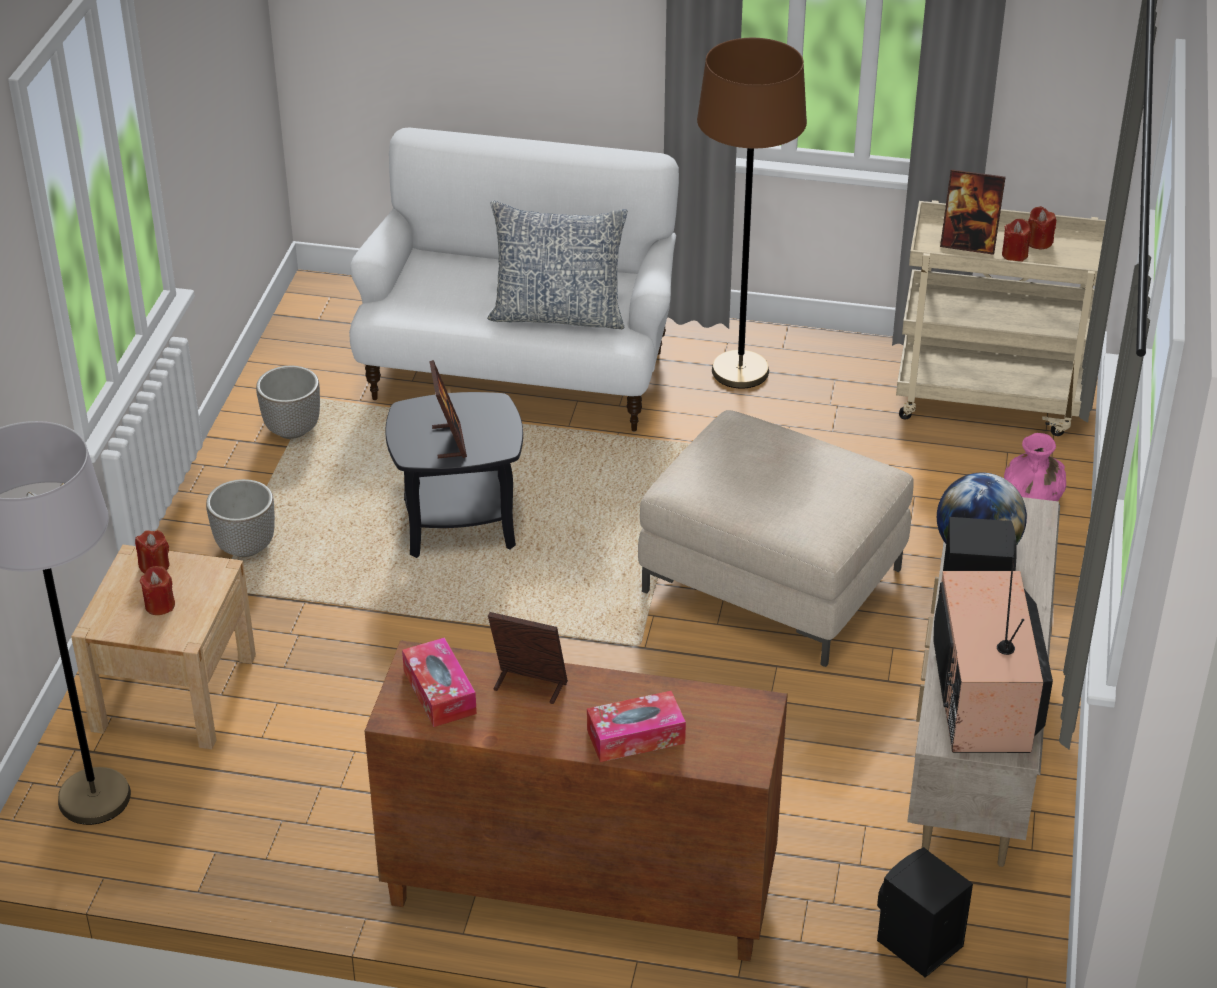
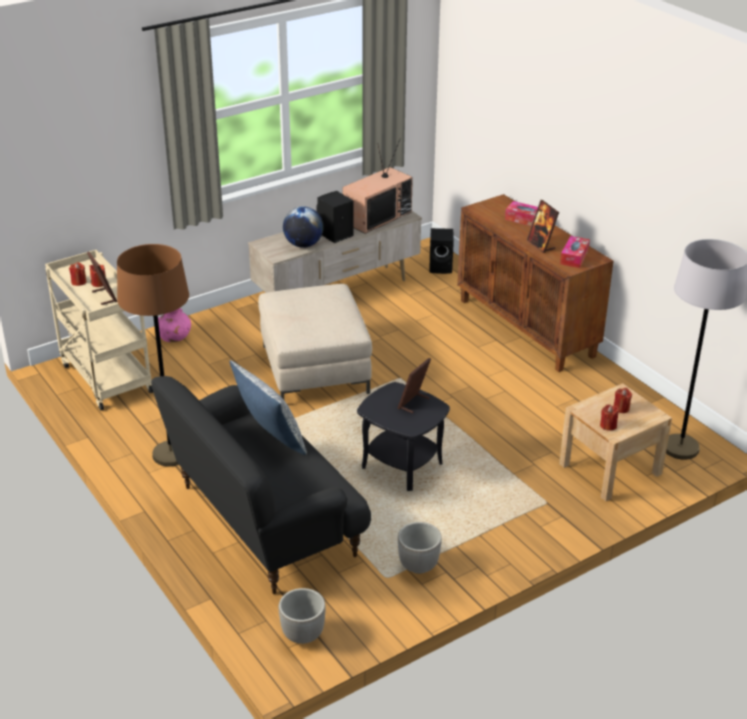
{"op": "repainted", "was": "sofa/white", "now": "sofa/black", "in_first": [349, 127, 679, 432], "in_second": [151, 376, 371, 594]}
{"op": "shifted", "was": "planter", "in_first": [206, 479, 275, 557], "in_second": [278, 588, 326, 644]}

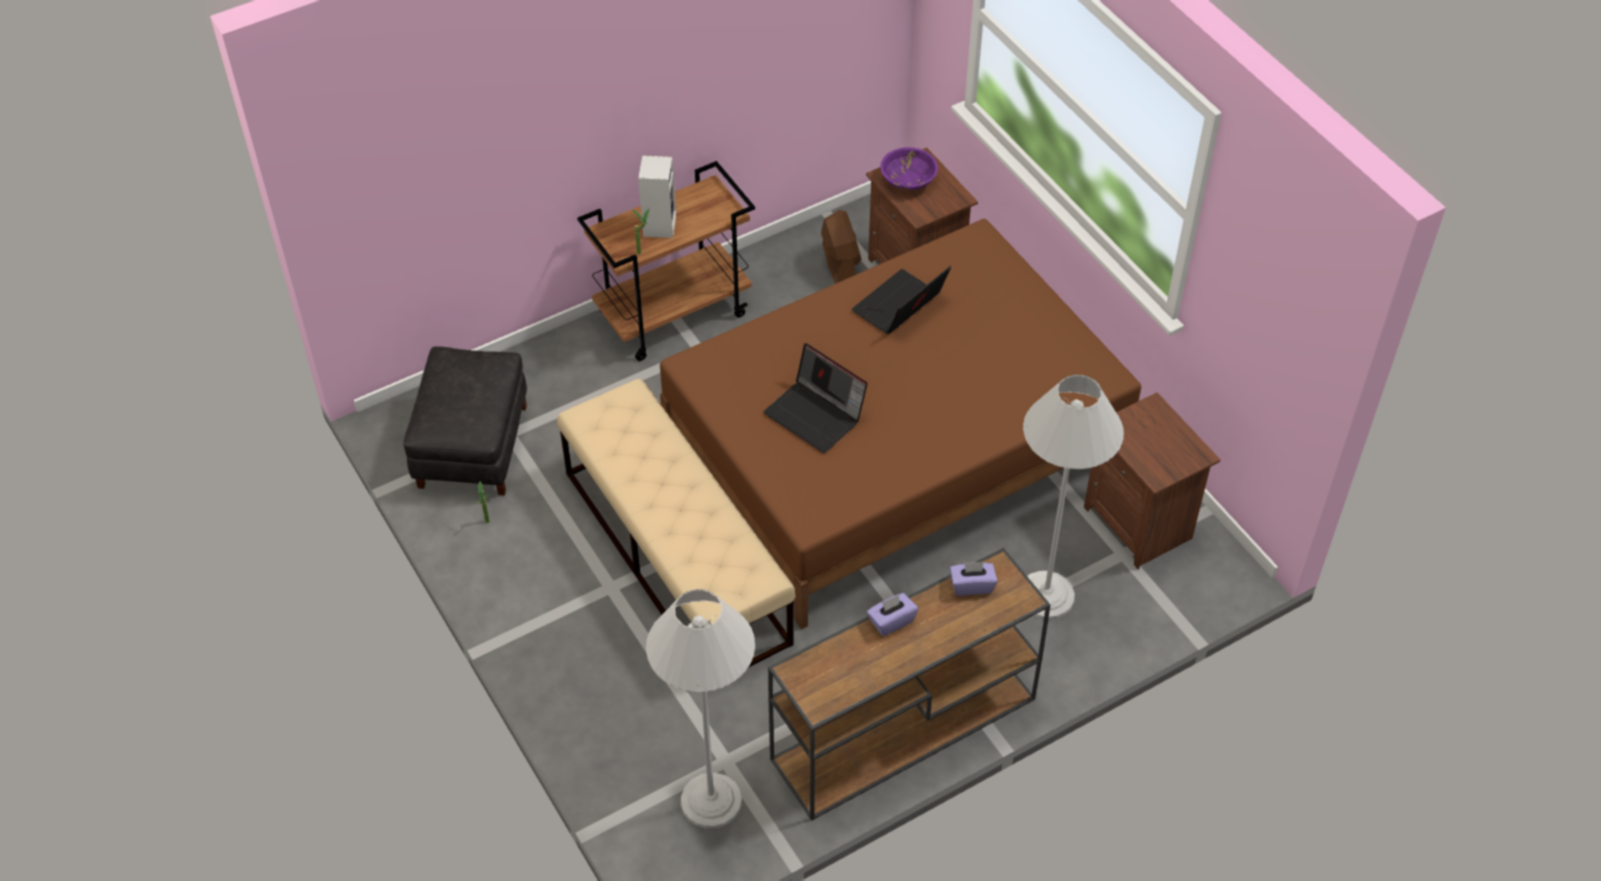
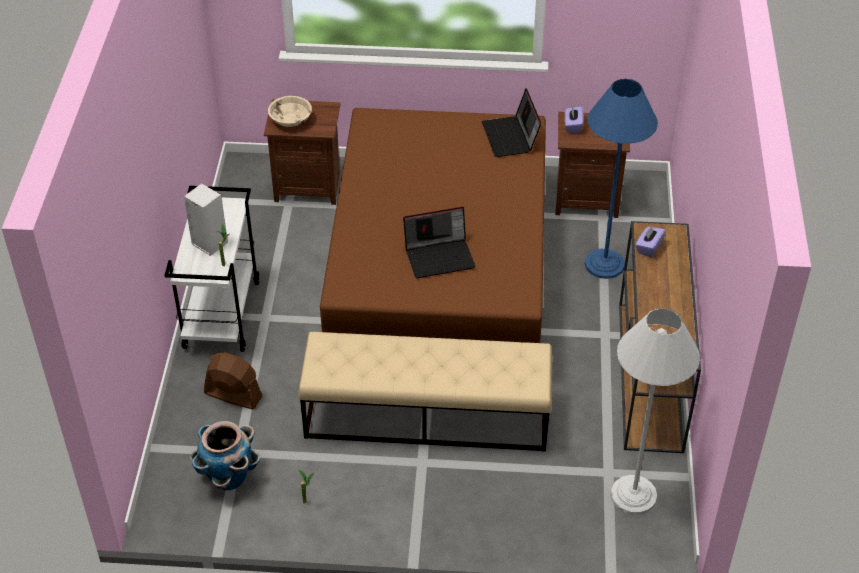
{"op": "repainted", "was": "cart/brown", "now": "cart/white", "in_first": [577, 161, 755, 361], "in_second": [164, 186, 259, 352]}
{"op": "swapped", "was": "ottoman/black", "now": "planter", "in_first": [403, 346, 527, 495], "in_second": [190, 421, 260, 490]}
{"op": "shifted", "was": "fan/brown", "in_first": [821, 210, 862, 284], "in_second": [204, 352, 262, 409]}
{"op": "repainted", "was": "bowl/purple", "now": "bowl/beige", "in_first": [880, 147, 938, 190], "in_second": [268, 96, 312, 127]}
{"op": "shifted", "was": "laptop", "in_first": [852, 266, 951, 334], "in_second": [482, 88, 541, 157]}
{"op": "shifted", "was": "tissue box/purple", "in_first": [867, 593, 918, 636], "in_second": [565, 106, 584, 133]}
{"op": "repainted", "was": "floor lamp/white", "now": "floor lamp/blue", "in_first": [1023, 375, 1124, 620], "in_second": [585, 79, 658, 279]}

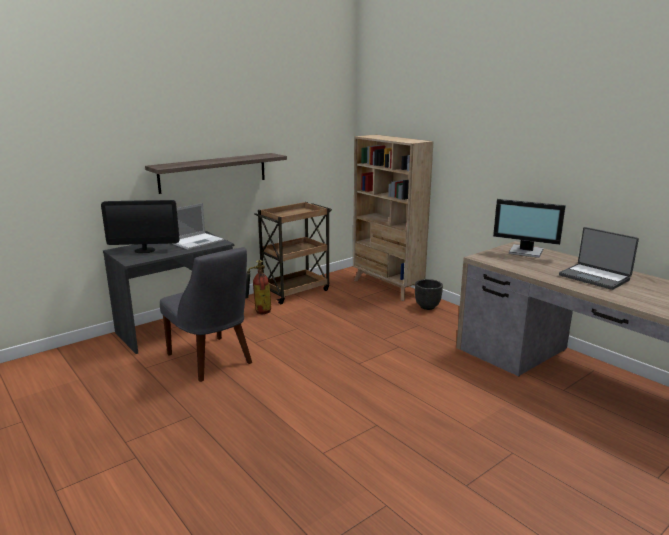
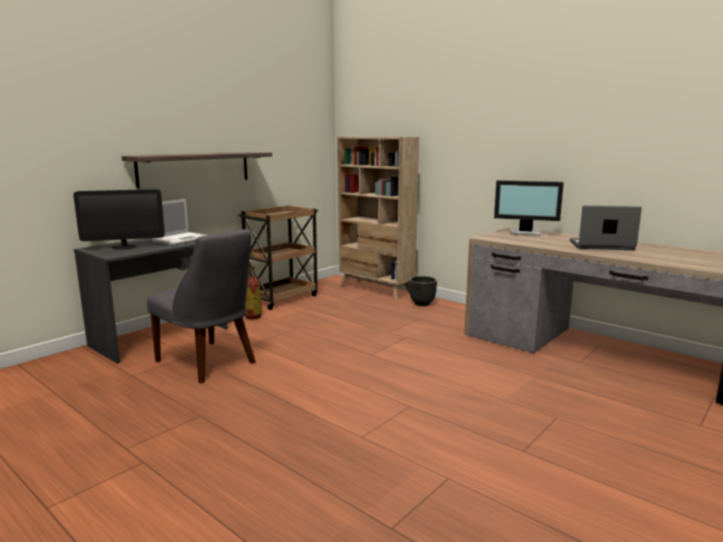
{"op": "rotated", "was": "laptop", "in_first": [559, 227, 639, 290], "in_second": [570, 205, 642, 250], "clockwise": 150}

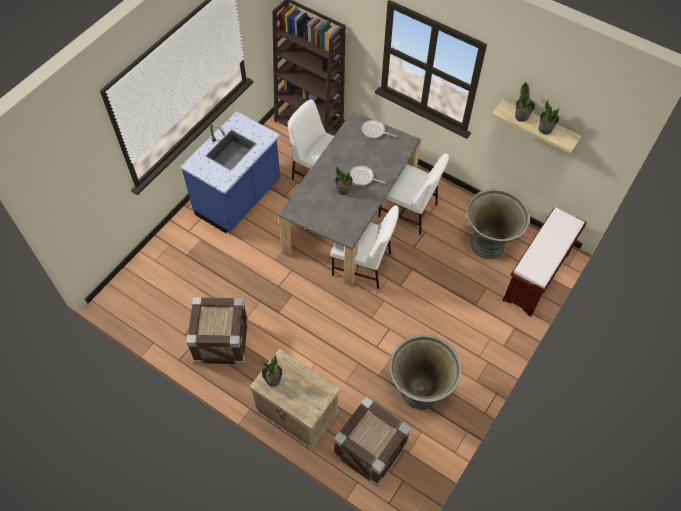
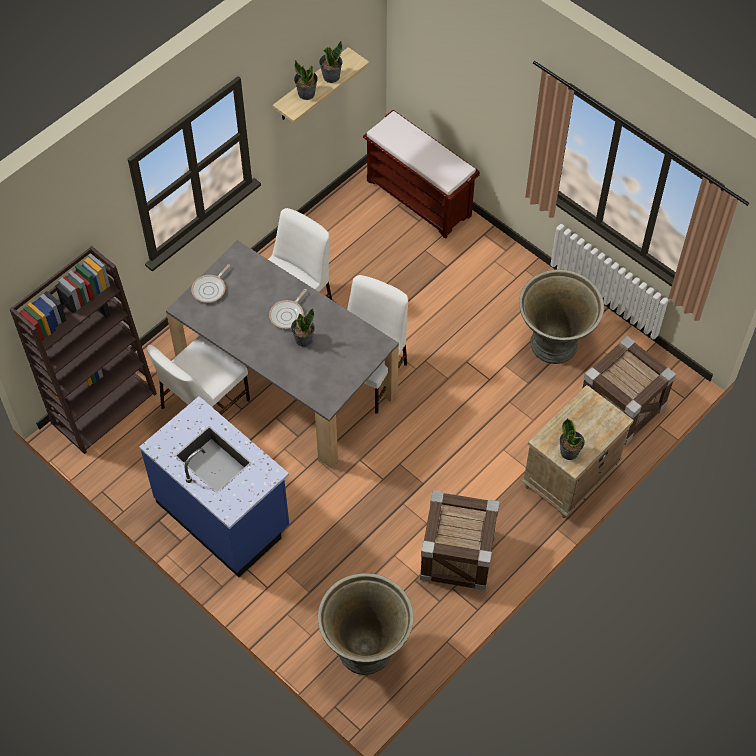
{"op": "shifted", "was": "planter/grey", "in_first": [466, 189, 530, 259], "in_second": [318, 573, 414, 675]}

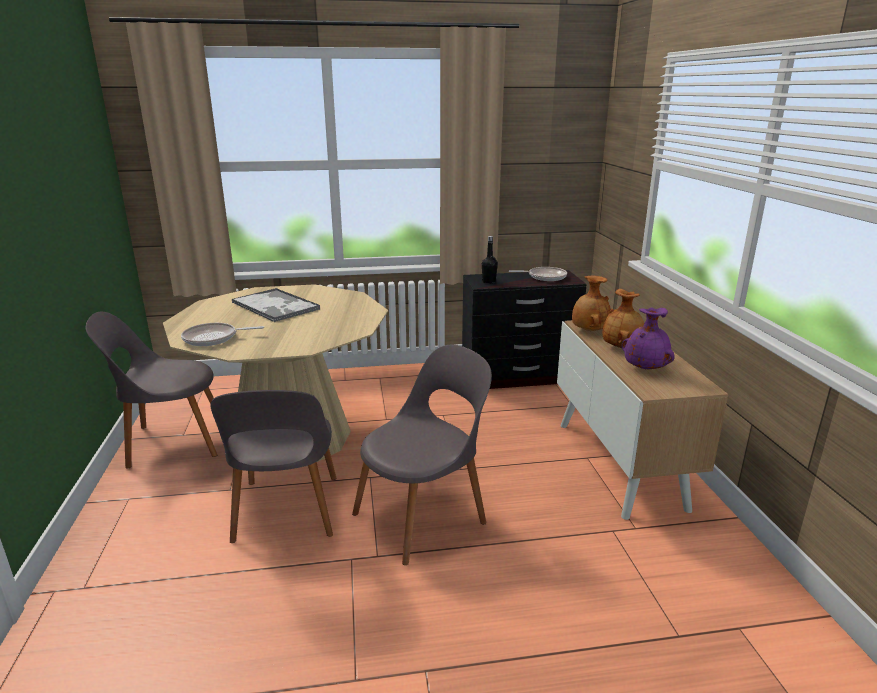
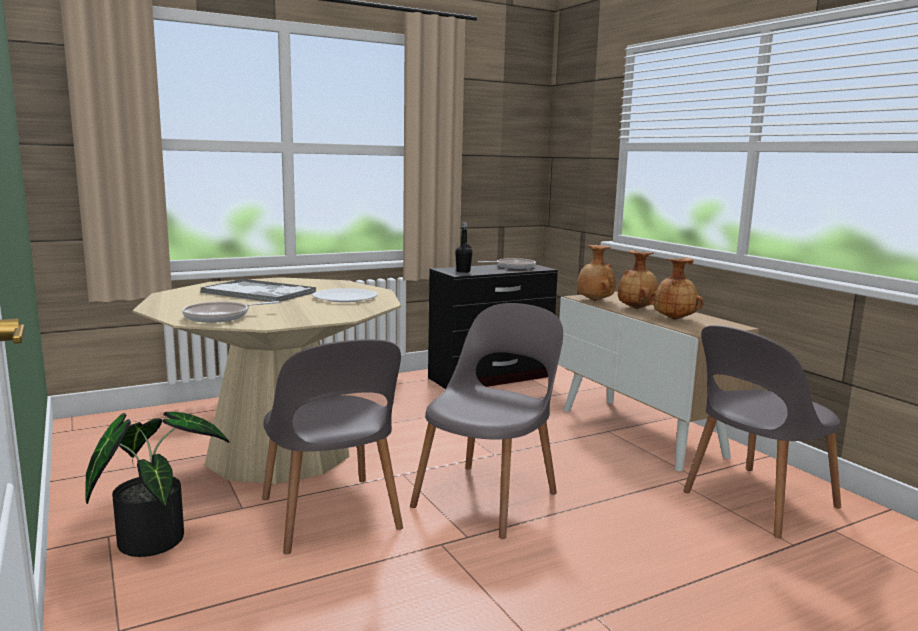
{"op": "new", "now": "potted plant", "in_second": [85, 412, 230, 557]}
{"op": "new", "now": "plate/white", "in_second": [312, 288, 377, 302]}
{"op": "repainted", "was": "vase/purple", "now": "vase/brown", "in_first": [622, 307, 675, 369], "in_second": [649, 257, 704, 320]}
{"op": "shifted", "was": "chair/grey", "in_first": [86, 312, 217, 469], "in_second": [683, 325, 841, 538]}

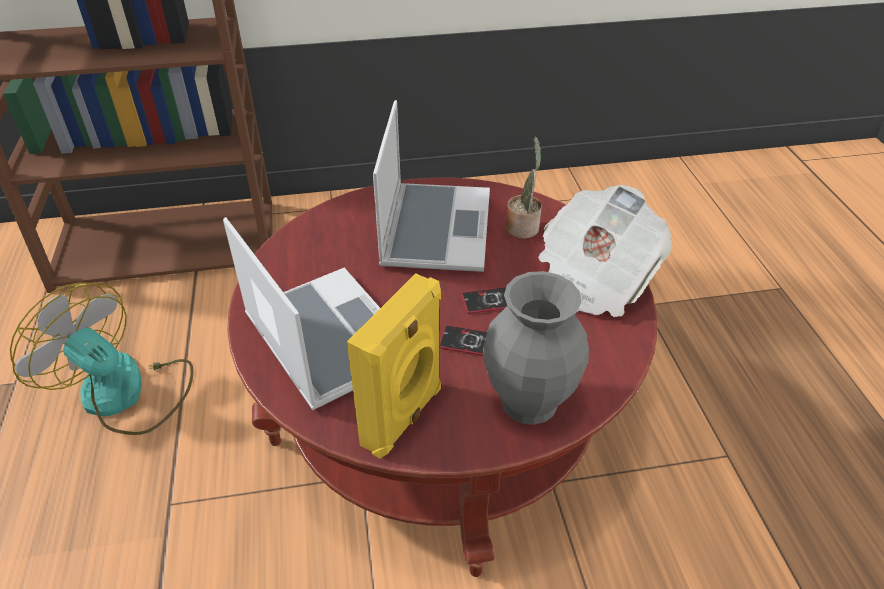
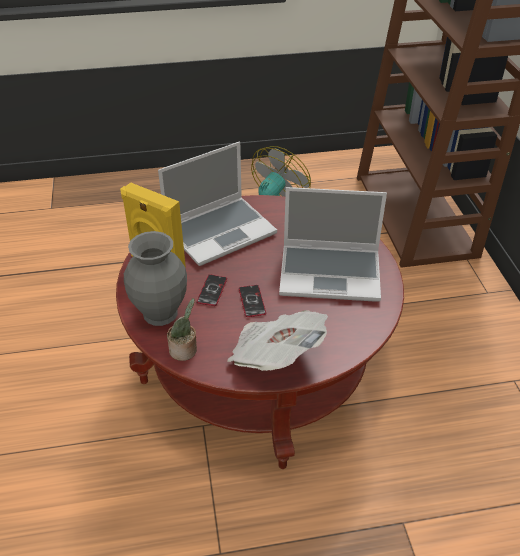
{"op": "shifted", "was": "potted plant", "in_first": [506, 136, 542, 238], "in_second": [167, 298, 197, 361]}

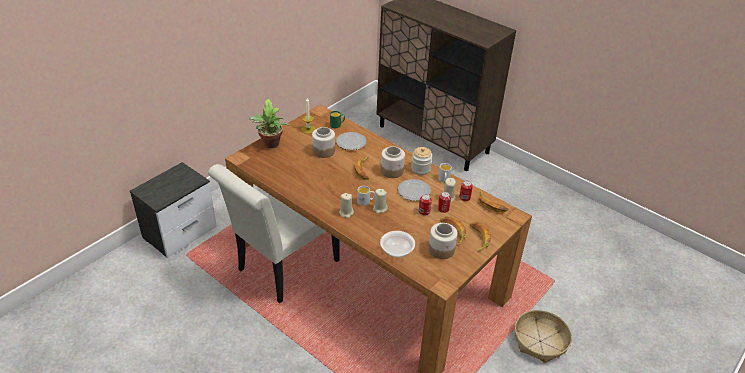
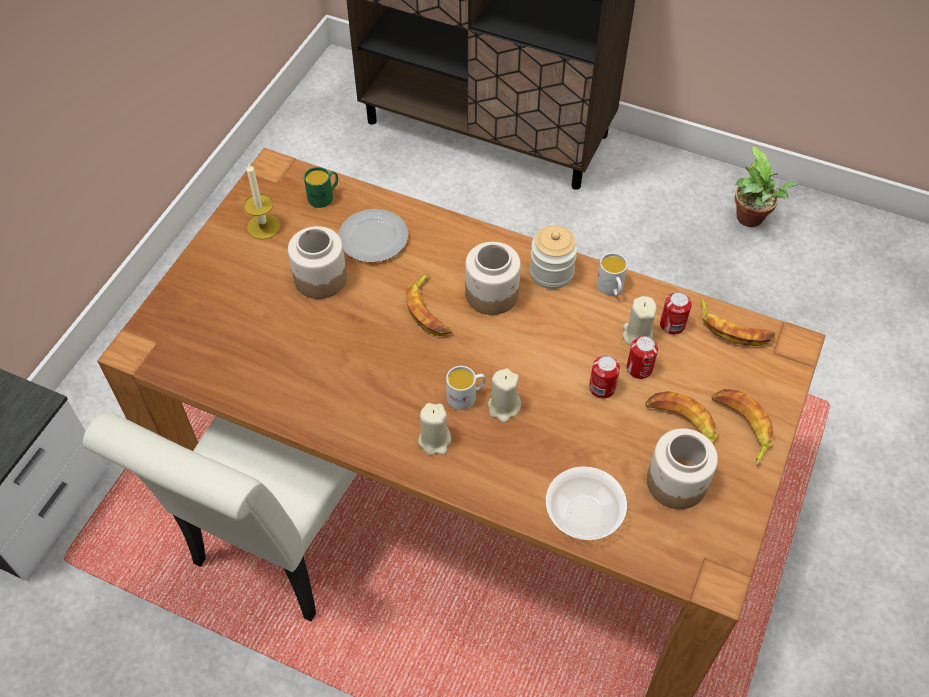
{"op": "shifted", "was": "potted plant", "in_first": [249, 99, 290, 148], "in_second": [735, 146, 798, 227]}
{"op": "gone", "was": "plate", "in_first": [398, 179, 431, 201]}
{"op": "gone", "was": "basket", "in_first": [515, 310, 572, 363]}

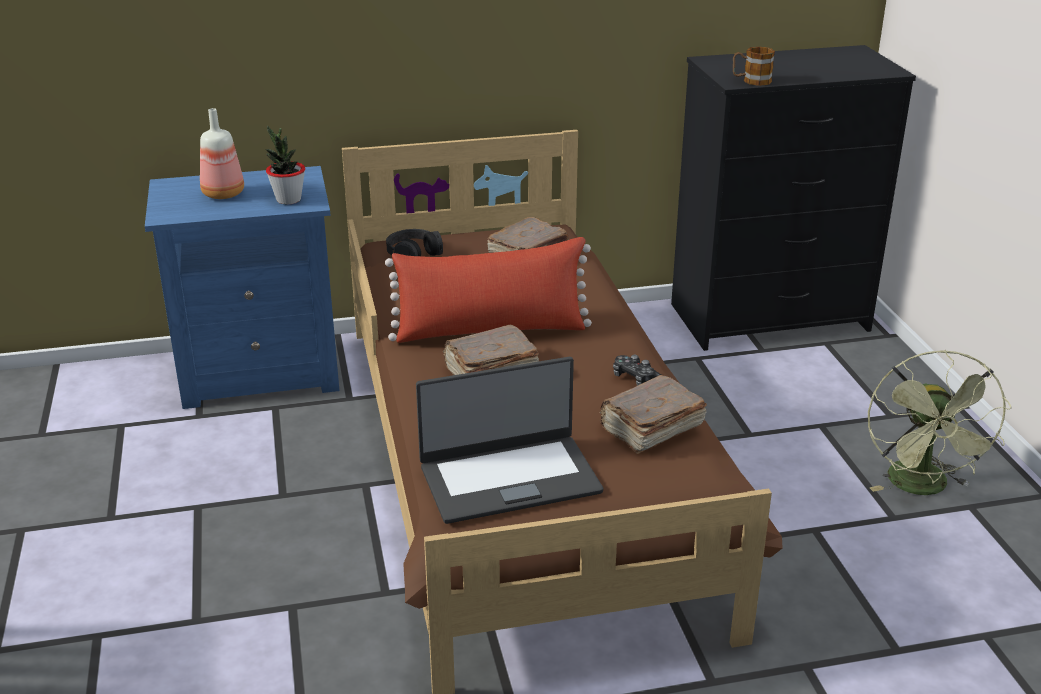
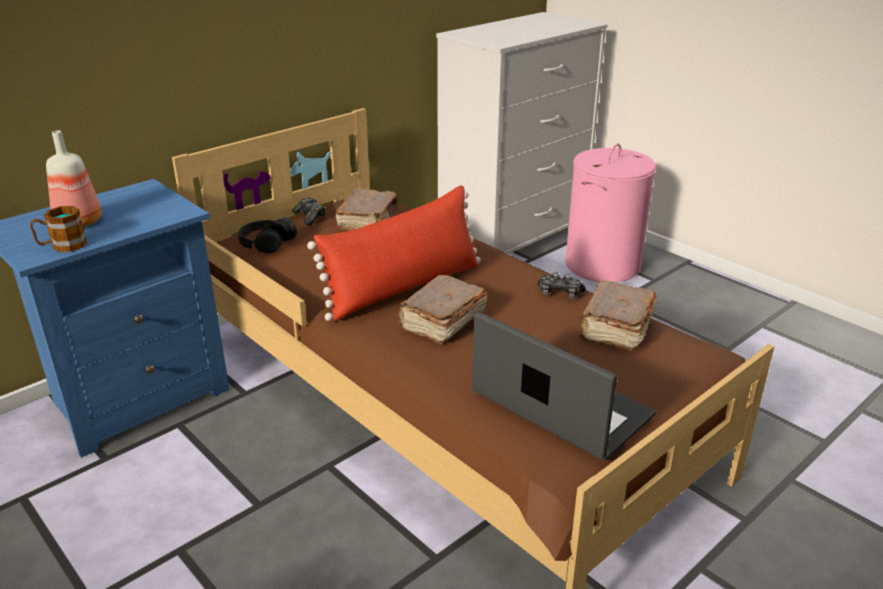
{"op": "shifted", "was": "mug", "in_first": [733, 46, 775, 86], "in_second": [30, 206, 87, 252]}
{"op": "new", "now": "game controller", "in_second": [292, 198, 326, 225]}
{"op": "repainted", "was": "dresser/black", "now": "dresser/white", "in_first": [671, 45, 916, 351], "in_second": [436, 12, 608, 254]}
{"op": "rotated", "was": "laptop", "in_first": [416, 357, 604, 524], "in_second": [472, 312, 656, 461], "clockwise": -90}
{"op": "new", "now": "laundry basket/pink", "in_second": [565, 143, 656, 282]}
{"op": "gone", "was": "potted plant", "in_first": [265, 125, 305, 205]}
{"op": "gone", "was": "fan/green", "in_first": [868, 350, 1012, 495]}

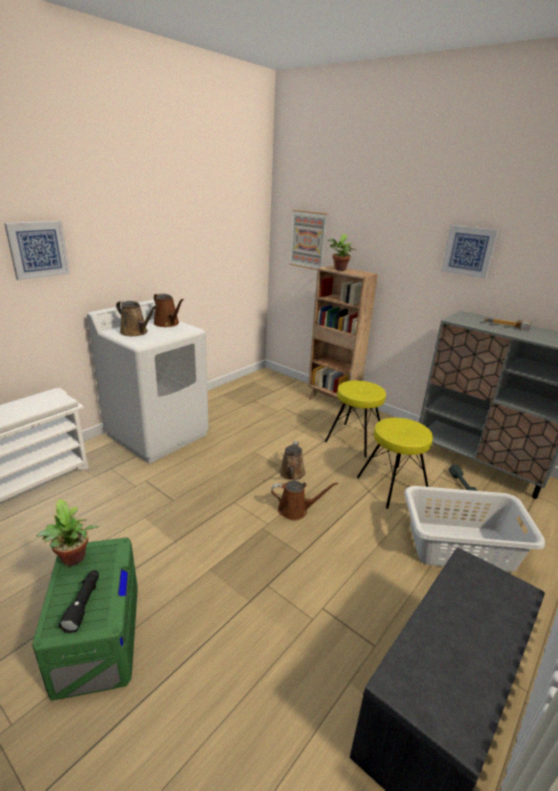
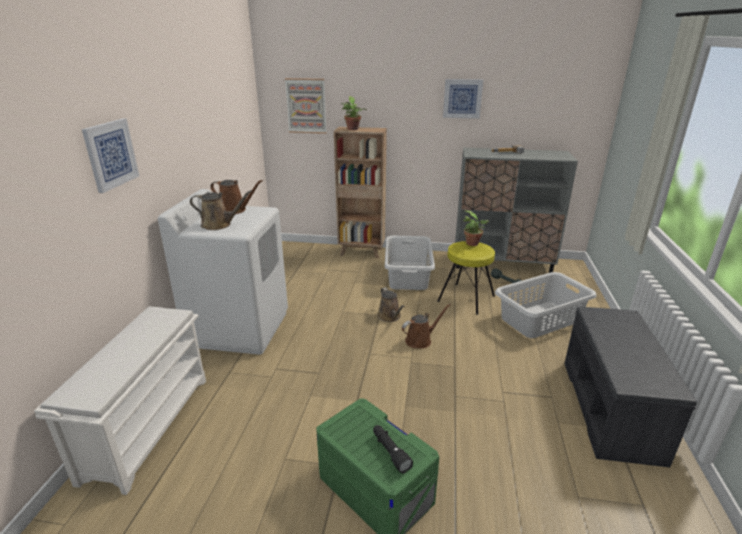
{"op": "swapped", "was": "stool/yellow", "now": "laundry basket/grey", "in_first": [325, 380, 386, 457], "in_second": [385, 236, 435, 290]}
{"op": "shifted", "was": "potted plant", "in_first": [36, 499, 99, 566], "in_second": [463, 210, 490, 246]}

